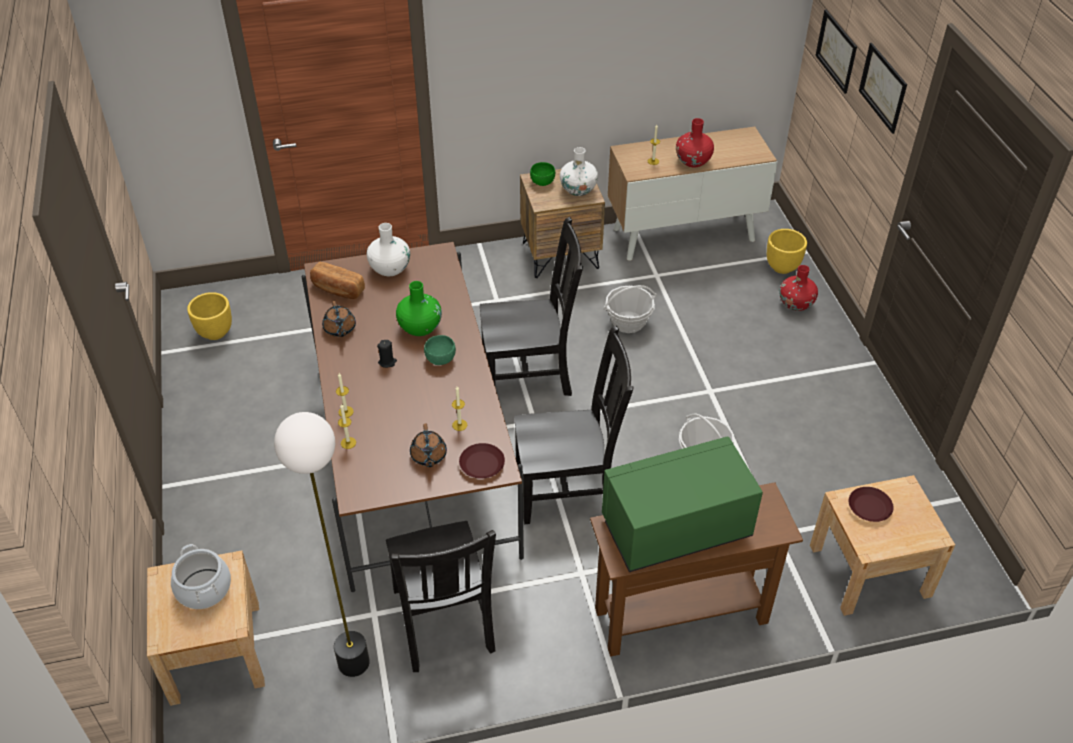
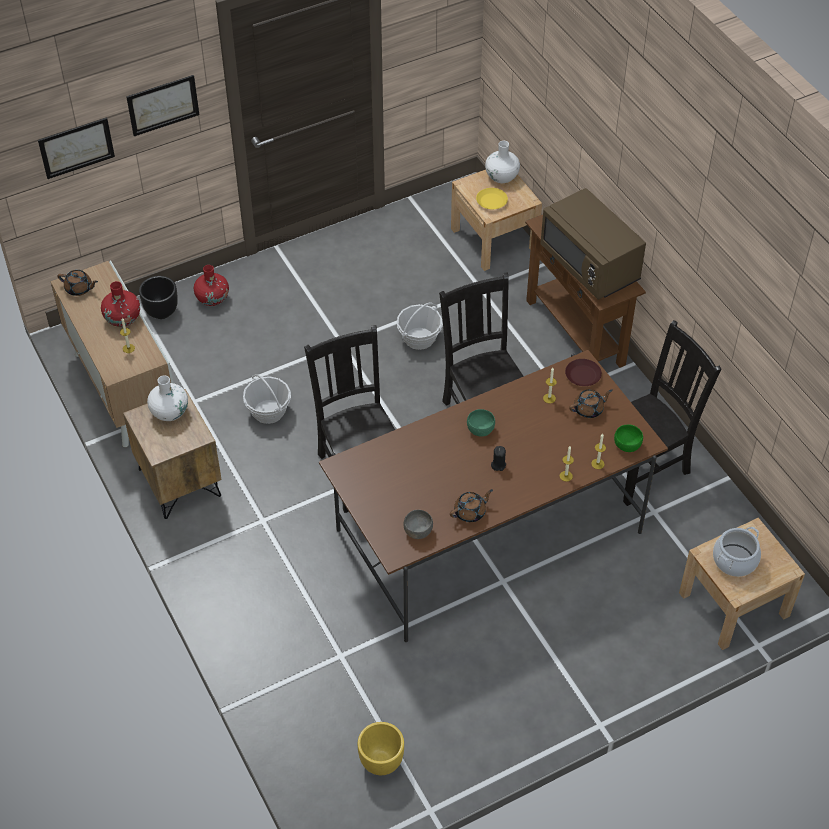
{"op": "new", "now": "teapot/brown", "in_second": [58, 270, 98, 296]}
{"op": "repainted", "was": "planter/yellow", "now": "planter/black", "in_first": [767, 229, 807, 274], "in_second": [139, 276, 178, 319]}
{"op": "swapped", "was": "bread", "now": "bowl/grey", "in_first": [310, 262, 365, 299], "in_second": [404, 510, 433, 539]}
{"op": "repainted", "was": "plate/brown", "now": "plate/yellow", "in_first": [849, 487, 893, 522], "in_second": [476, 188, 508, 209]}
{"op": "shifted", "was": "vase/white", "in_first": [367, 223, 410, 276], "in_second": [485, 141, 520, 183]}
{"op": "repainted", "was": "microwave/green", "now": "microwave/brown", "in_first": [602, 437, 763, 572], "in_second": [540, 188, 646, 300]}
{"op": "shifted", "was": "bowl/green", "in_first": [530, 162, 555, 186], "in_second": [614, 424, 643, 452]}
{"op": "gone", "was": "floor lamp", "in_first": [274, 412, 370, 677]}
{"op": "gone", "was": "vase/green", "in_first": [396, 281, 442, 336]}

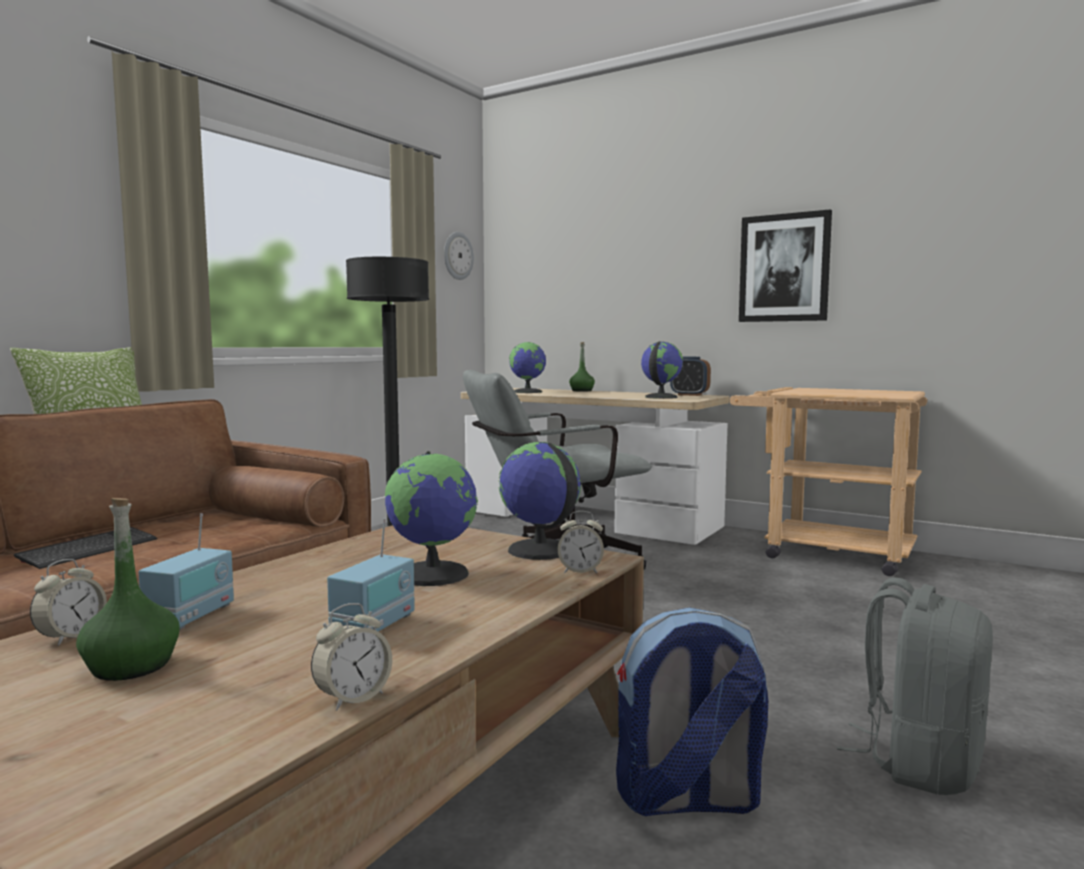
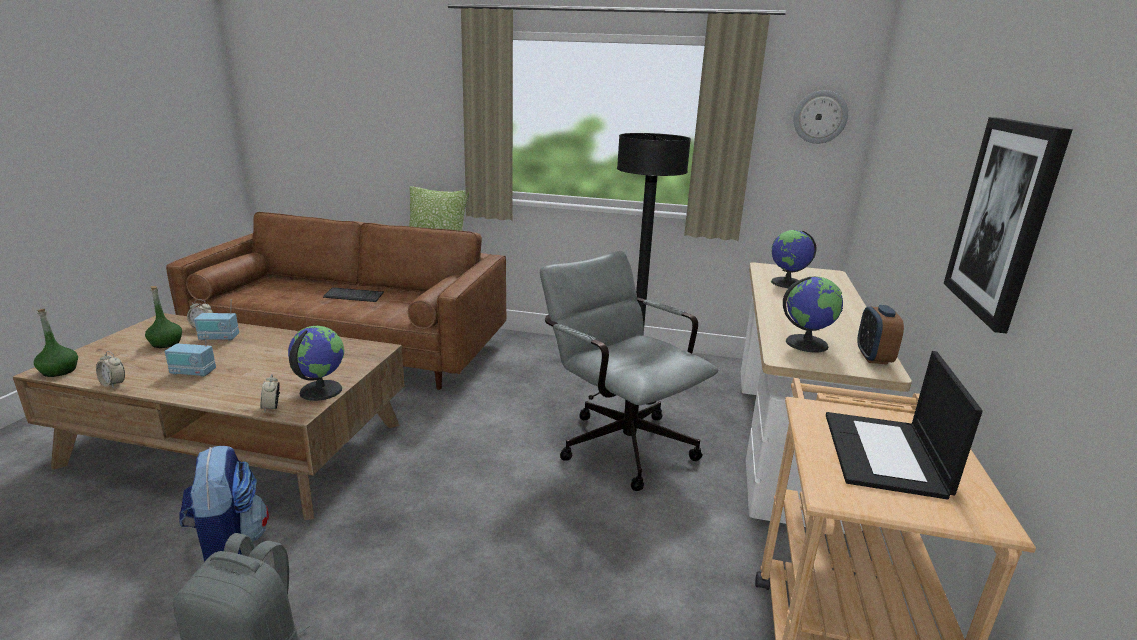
{"op": "shifted", "was": "bottle/green", "in_first": [569, 342, 595, 392], "in_second": [33, 309, 78, 377]}
{"op": "new", "now": "laptop", "in_second": [826, 351, 983, 499]}
{"op": "gone", "was": "globe", "in_first": [385, 451, 478, 586]}

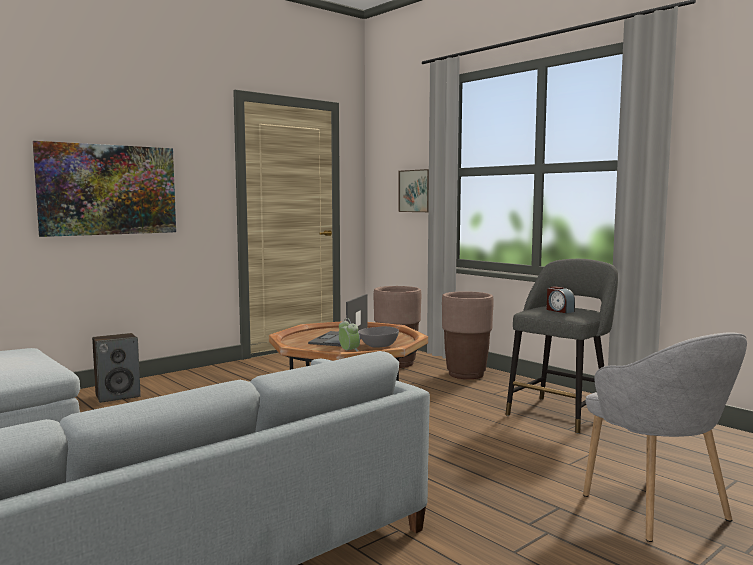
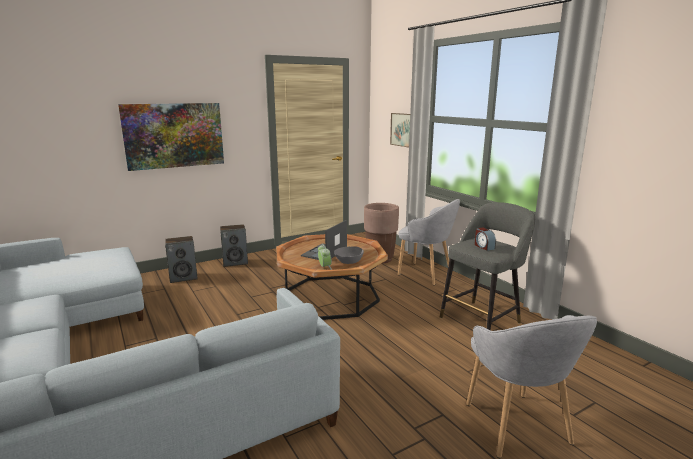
{"op": "new", "now": "speaker", "in_second": [220, 224, 248, 267]}
{"op": "swapped", "was": "planter/brown", "now": "armchair/grey", "in_first": [442, 291, 494, 379], "in_second": [398, 199, 460, 285]}

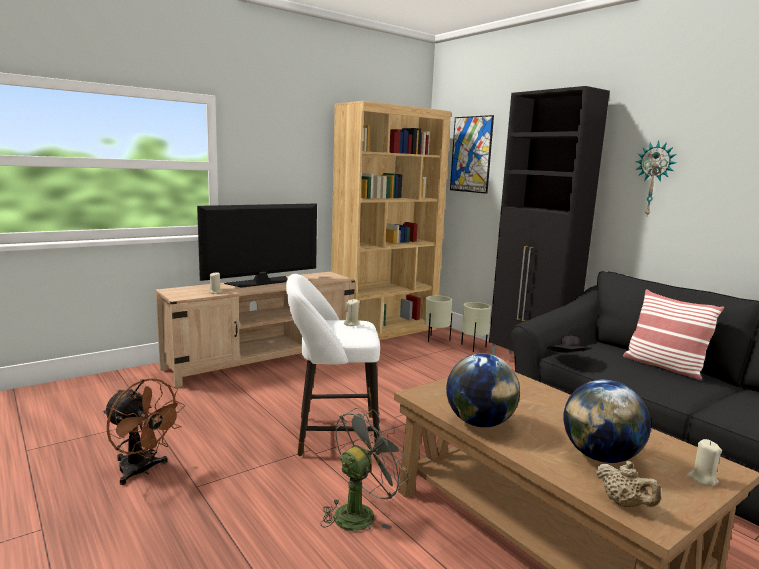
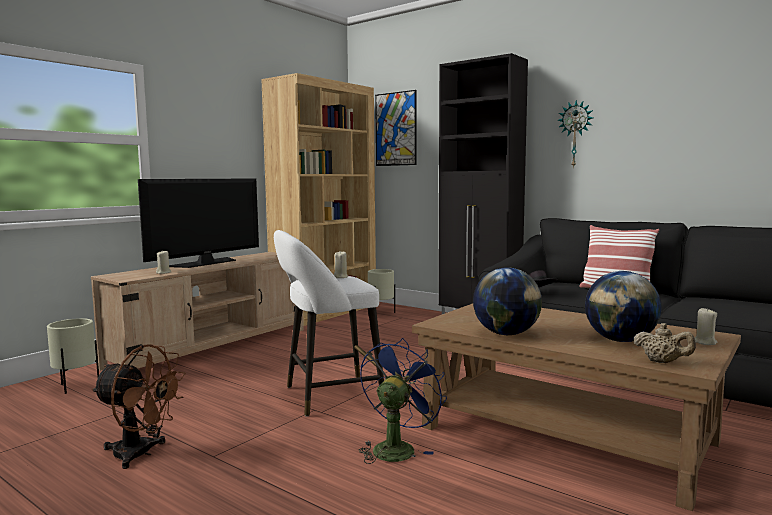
{"op": "shifted", "was": "planter/beige", "in_first": [461, 302, 491, 352], "in_second": [47, 318, 99, 394]}
{"op": "repainted", "was": "fan/grey", "now": "fan/blue", "in_first": [320, 408, 410, 531], "in_second": [359, 338, 447, 464]}

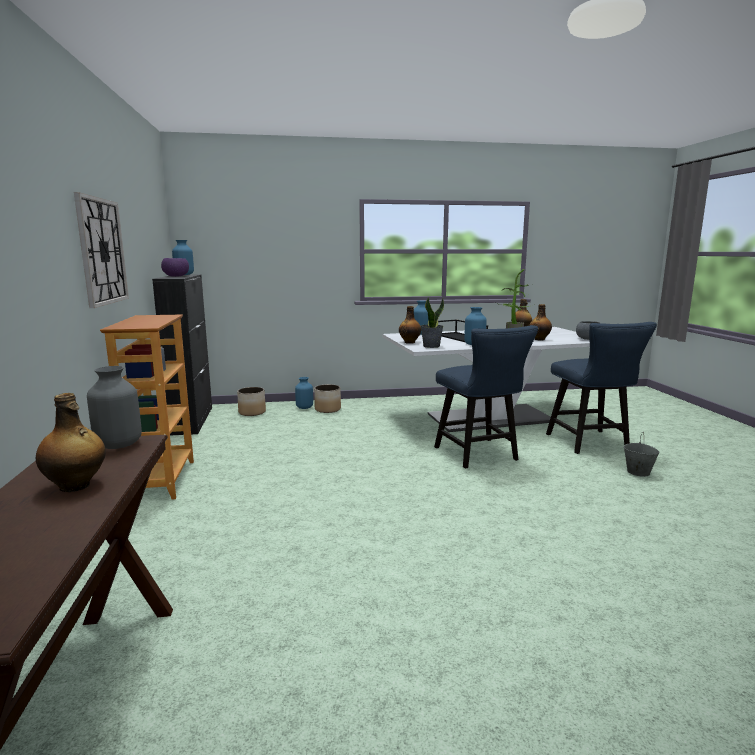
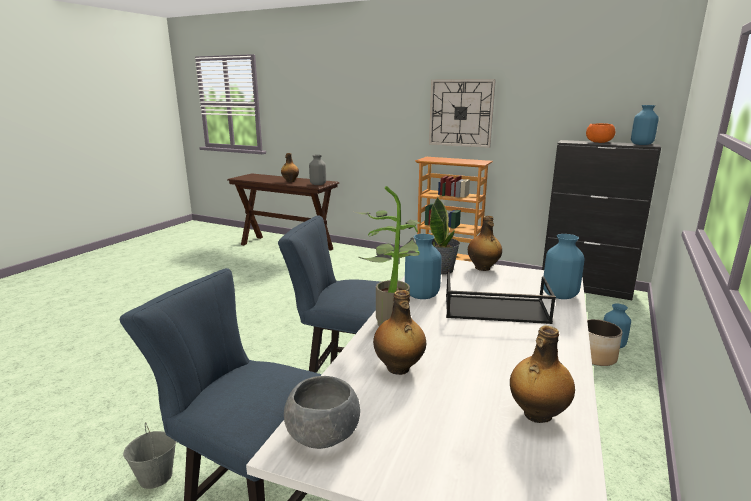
{"op": "repainted", "was": "bowl/purple", "now": "bowl/orange", "in_first": [161, 258, 189, 277], "in_second": [586, 123, 615, 143]}
{"op": "gone", "was": "planter", "in_first": [237, 387, 266, 416]}

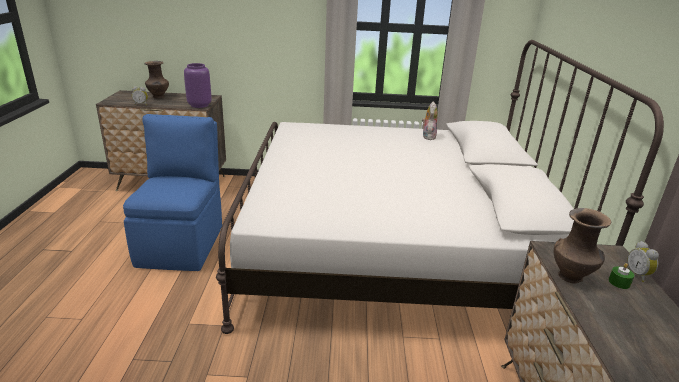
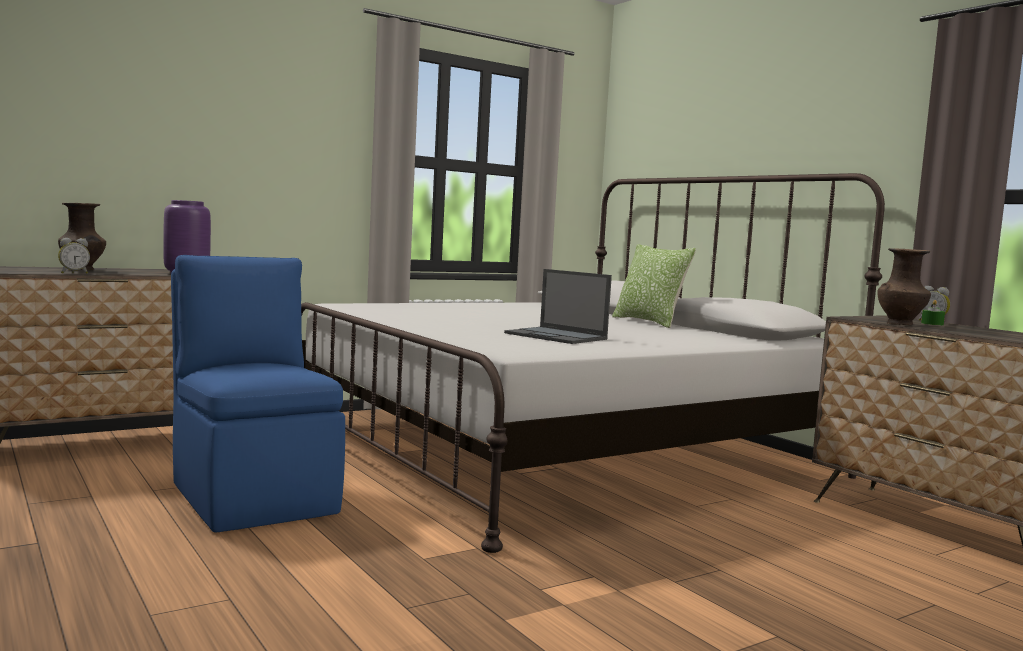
{"op": "new", "now": "laptop", "in_second": [504, 269, 612, 344]}
{"op": "new", "now": "pillow", "in_second": [612, 244, 696, 328]}
{"op": "gone", "was": "plush toy", "in_first": [422, 101, 438, 140]}

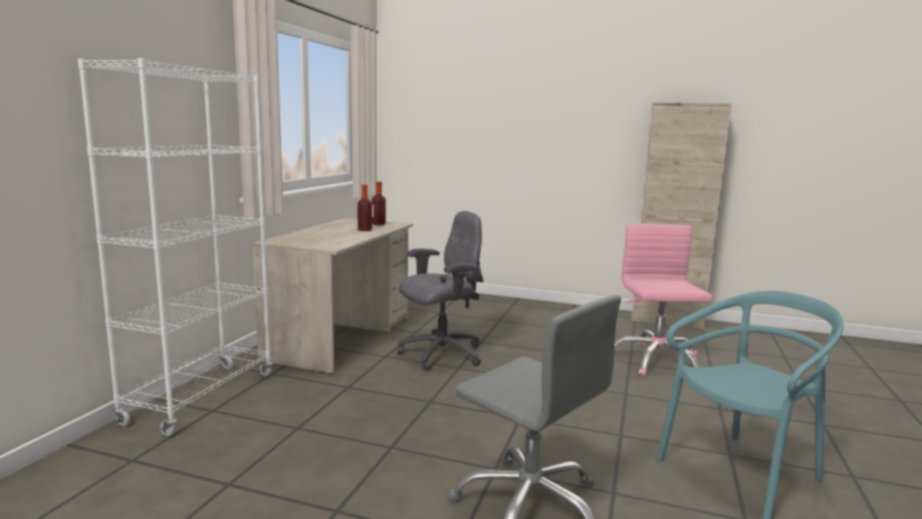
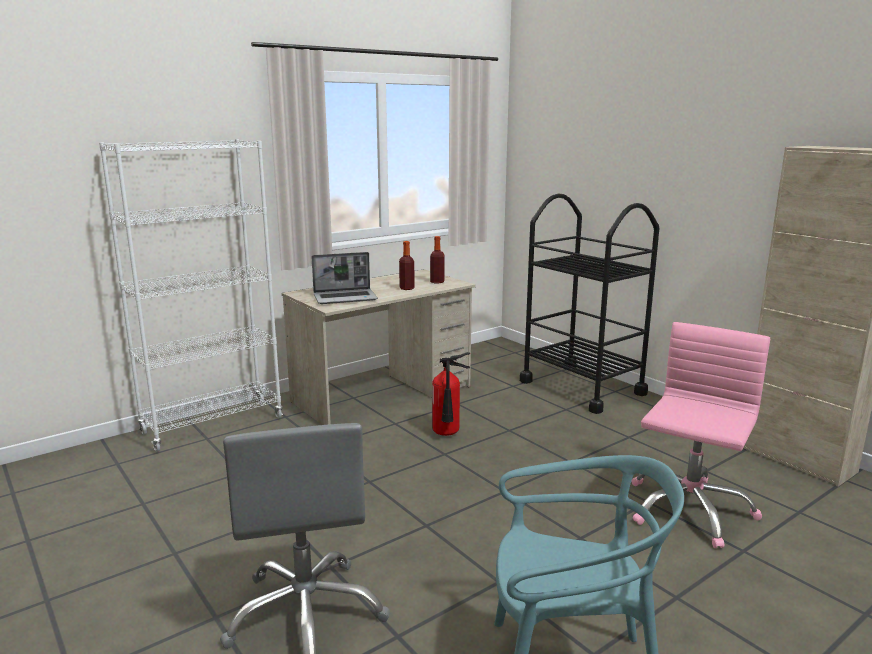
{"op": "new", "now": "laptop", "in_second": [312, 252, 378, 304]}
{"op": "swapped", "was": "office chair/grey", "now": "fire extinguisher", "in_first": [398, 211, 483, 371], "in_second": [432, 352, 470, 436]}
{"op": "new", "now": "cart/black", "in_second": [520, 193, 659, 414]}

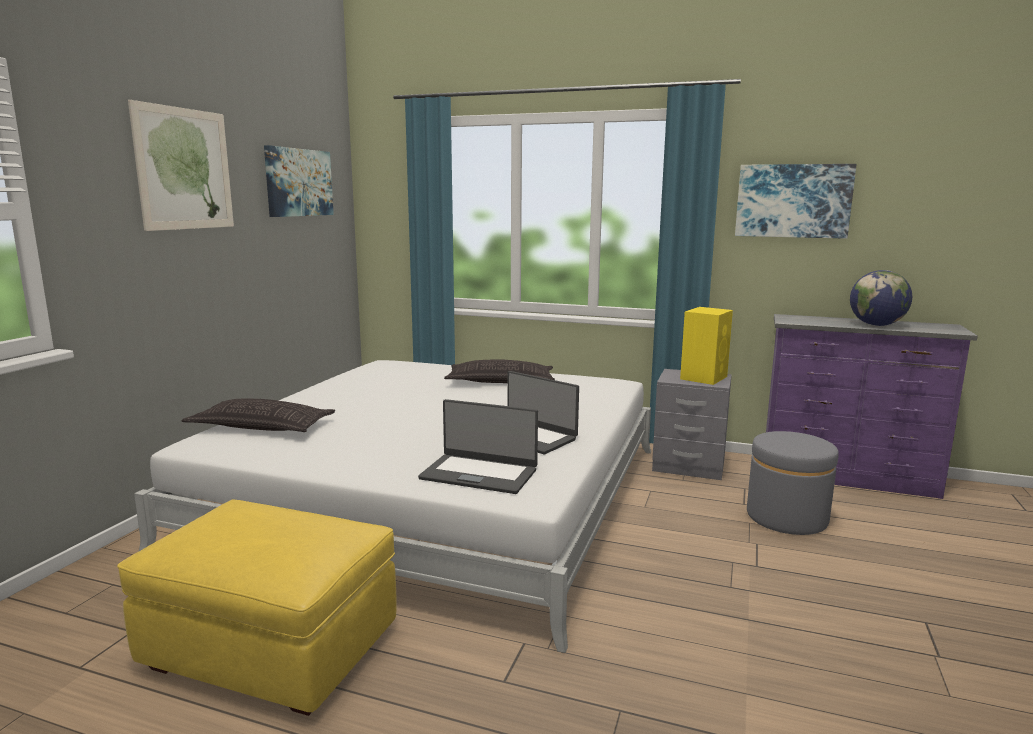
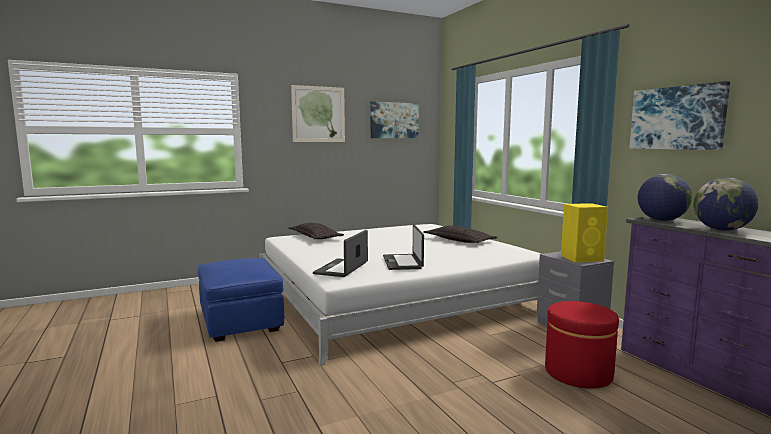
{"op": "repainted", "was": "ottoman/yellow", "now": "ottoman/blue", "in_first": [117, 500, 397, 716], "in_second": [198, 258, 284, 342]}
{"op": "rotated", "was": "laptop", "in_first": [418, 399, 538, 494], "in_second": [313, 230, 368, 277], "clockwise": 45}
{"op": "repainted", "was": "ottoman/grey", "now": "ottoman/red", "in_first": [747, 431, 839, 535], "in_second": [545, 301, 619, 389]}
{"op": "new", "now": "globe", "in_second": [638, 174, 692, 221]}

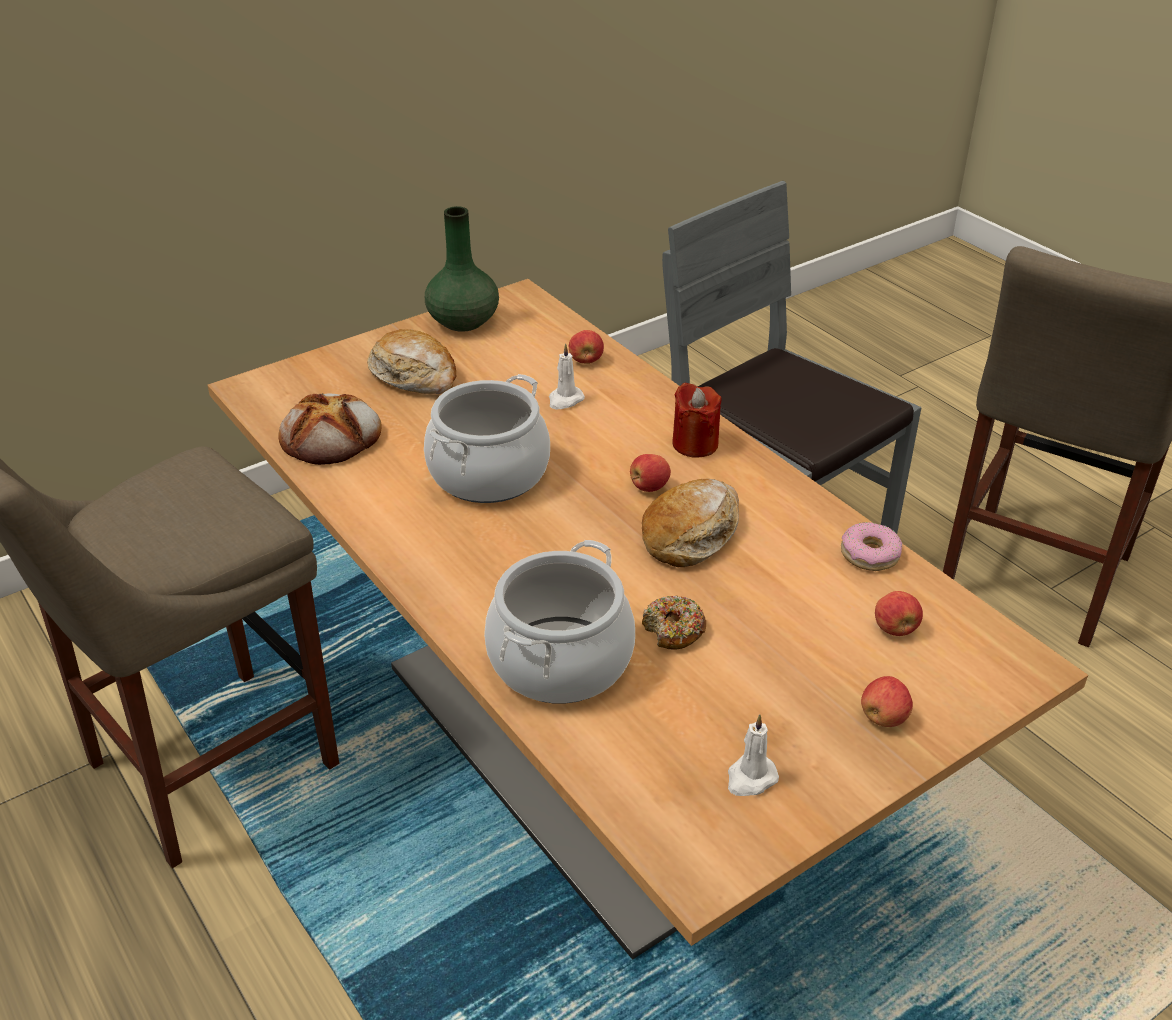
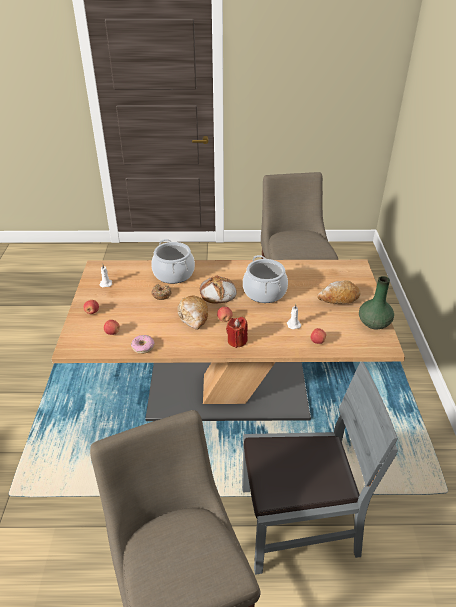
{"op": "shifted", "was": "bread", "in_first": [279, 393, 382, 465], "in_second": [200, 275, 237, 304]}

